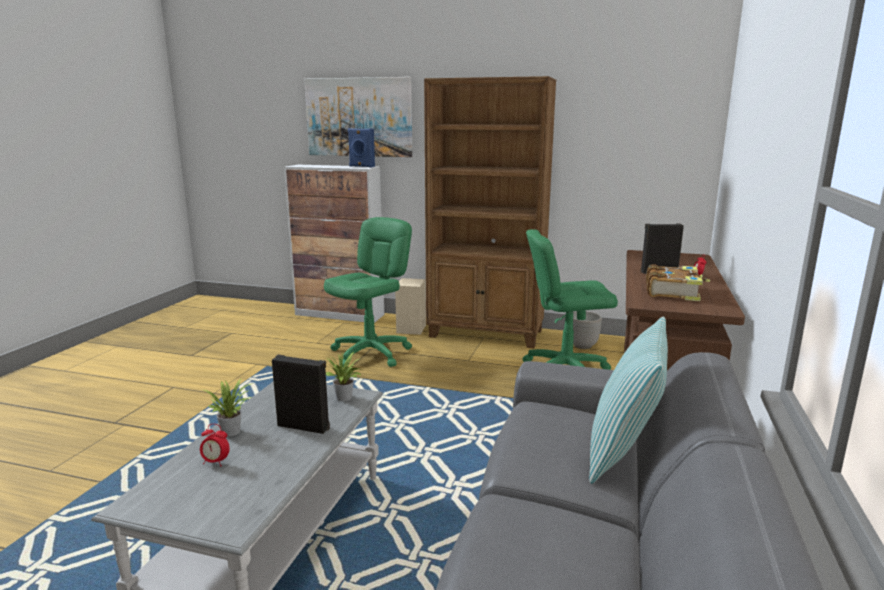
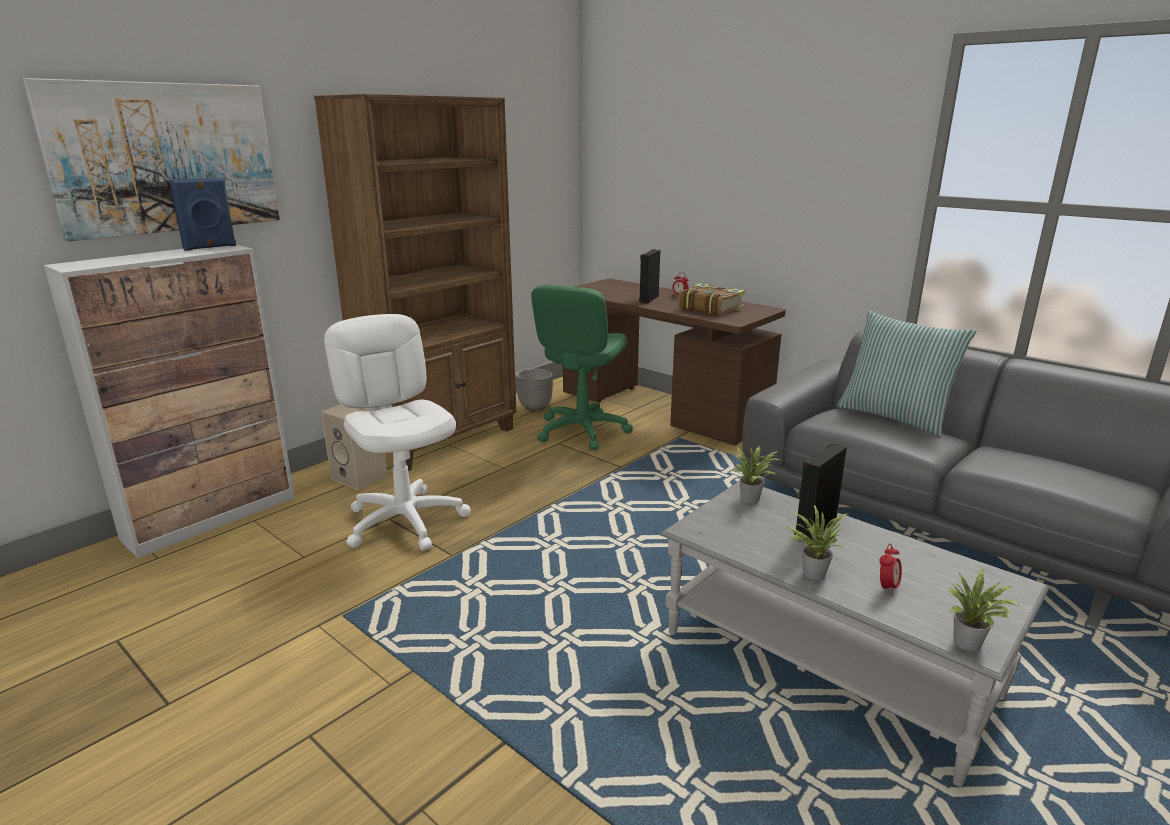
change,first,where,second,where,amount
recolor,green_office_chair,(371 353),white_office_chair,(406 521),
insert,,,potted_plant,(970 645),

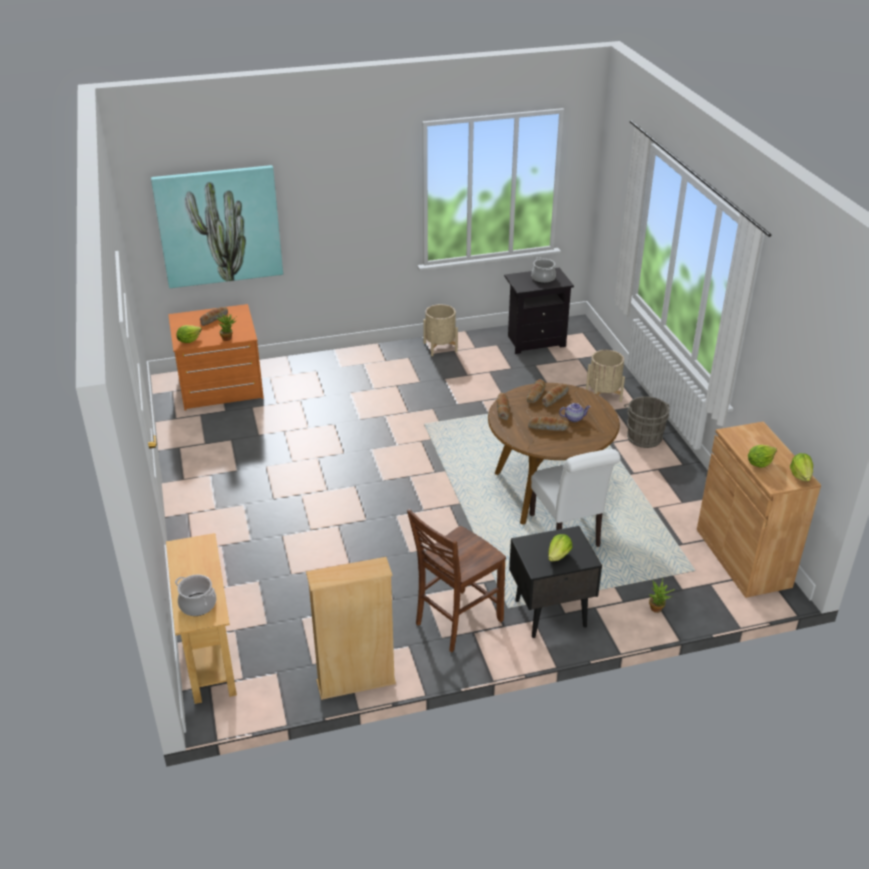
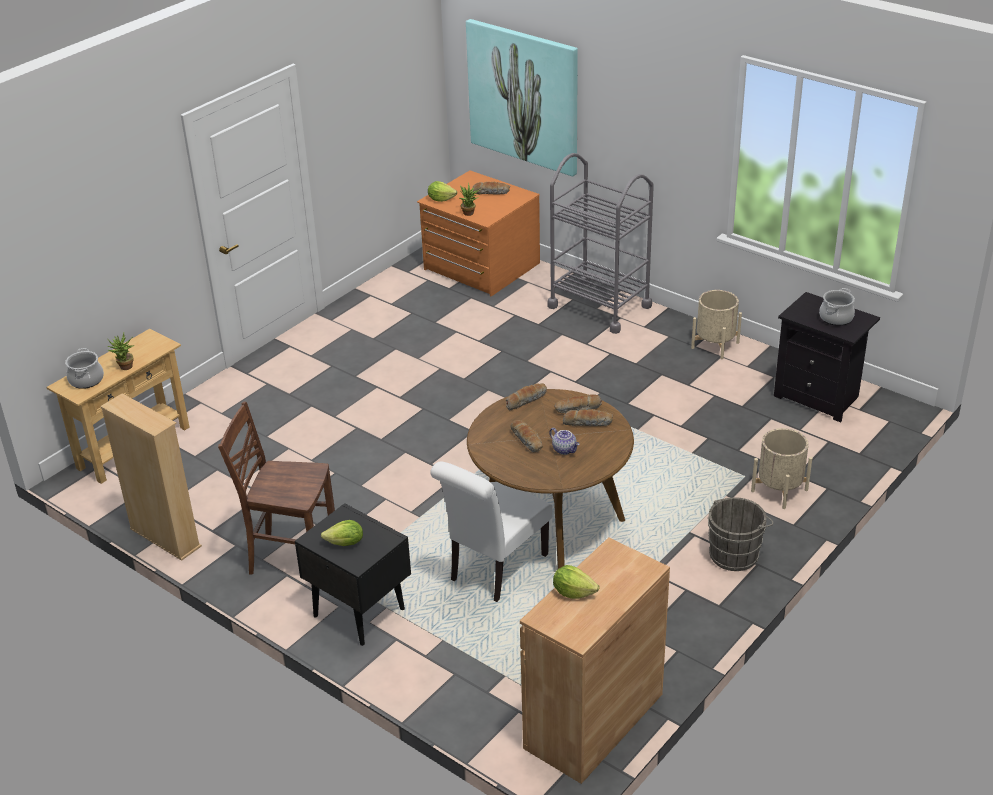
change,first,where,second,where,amount
move,potted_plant,(658 610),,(125 368),
delete,lettuce,(800 475),,,
insert,,,grey_cart,(599 306),

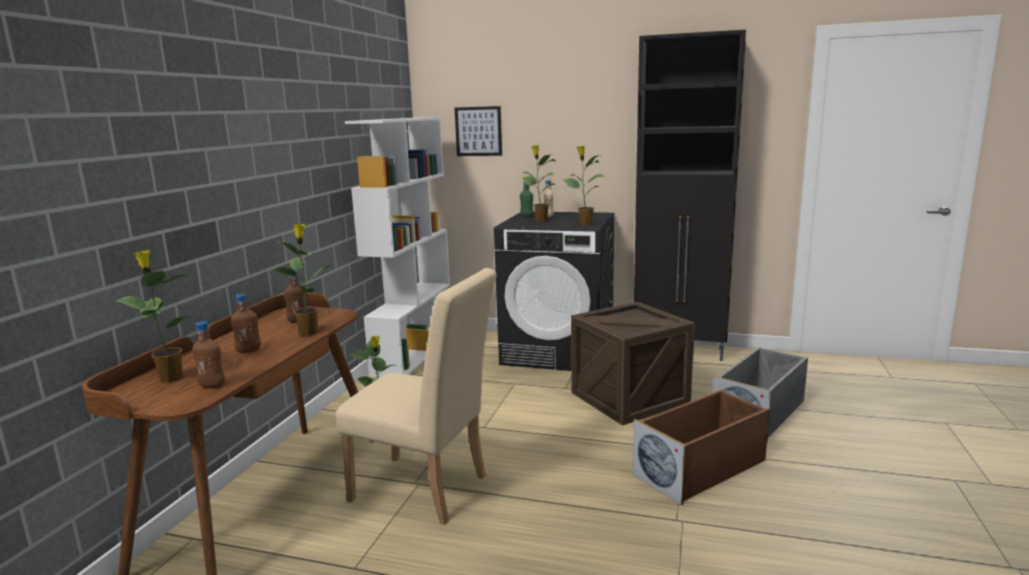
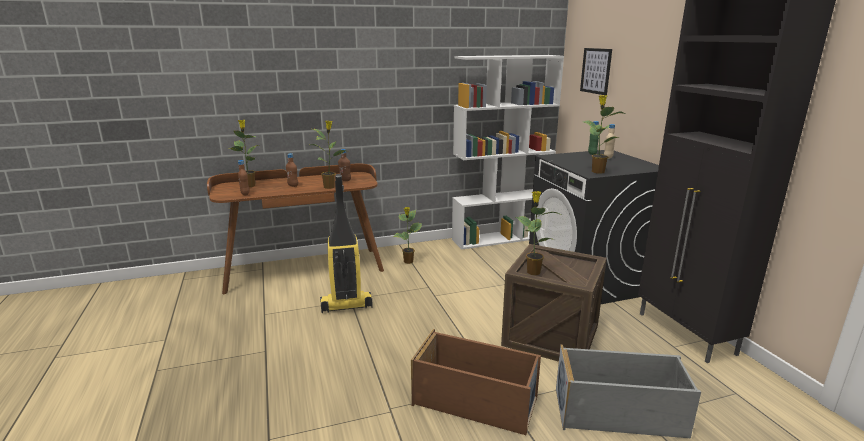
change,first,where,second,where,amount
replace,beige_chair,(427 490),vacuum_cleaner,(346 306),
move,potted_plant,(540 220),,(532 271),

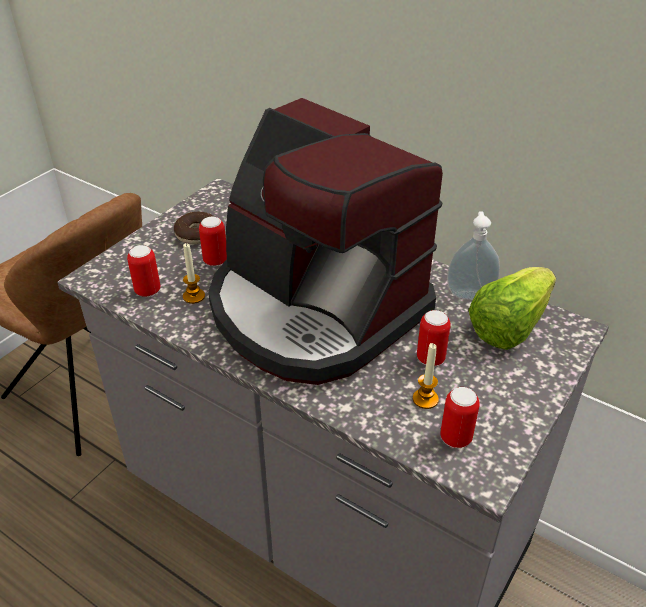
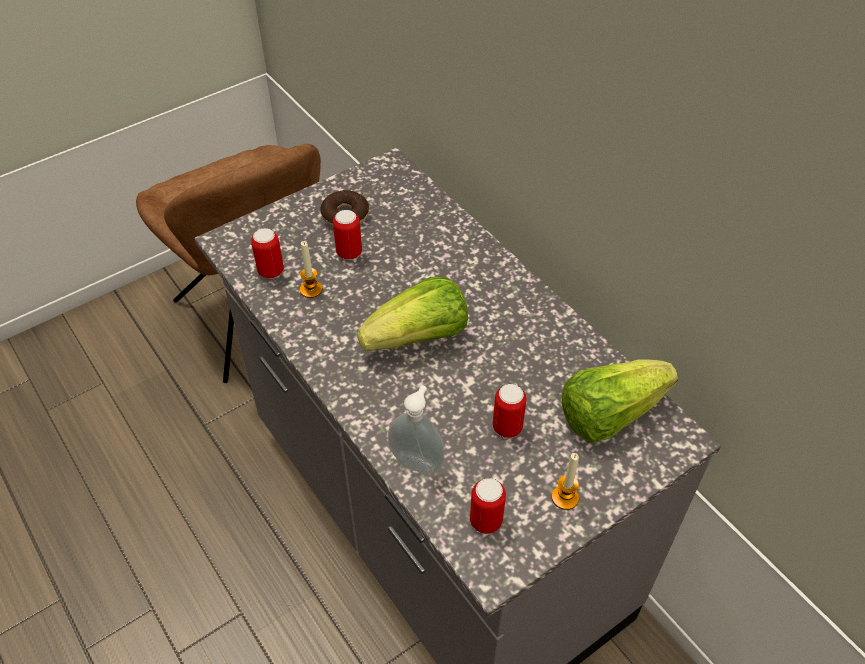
change,first,where,second,where,amount
replace,coffee_machine,(314 310),lettuce,(419 338),
move,candle,(425 399),,(565 497),
move,soap_dispenser,(469 294),,(417 461),

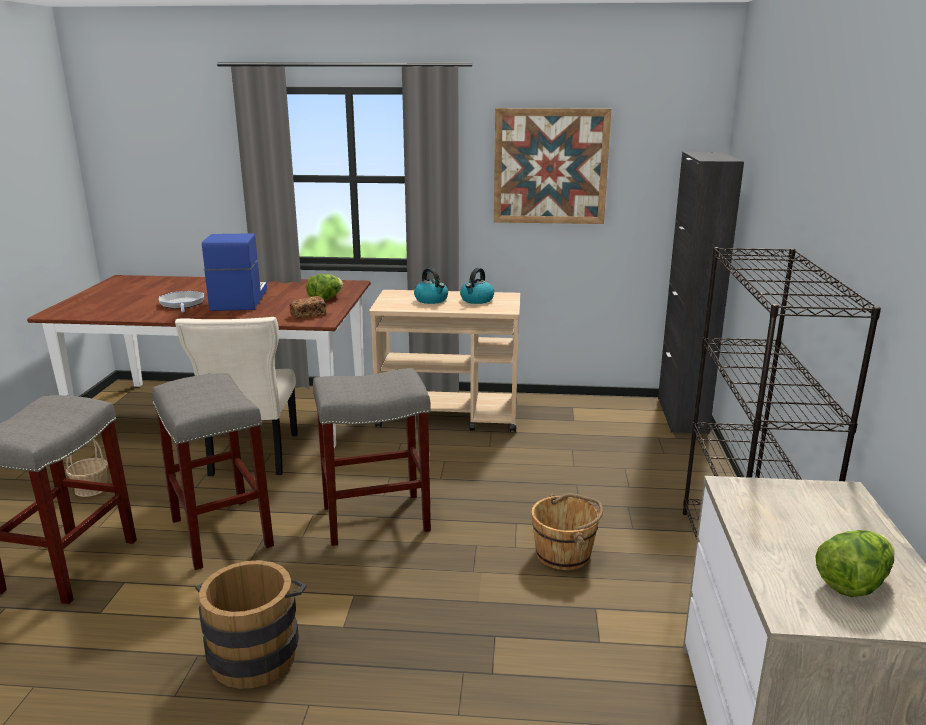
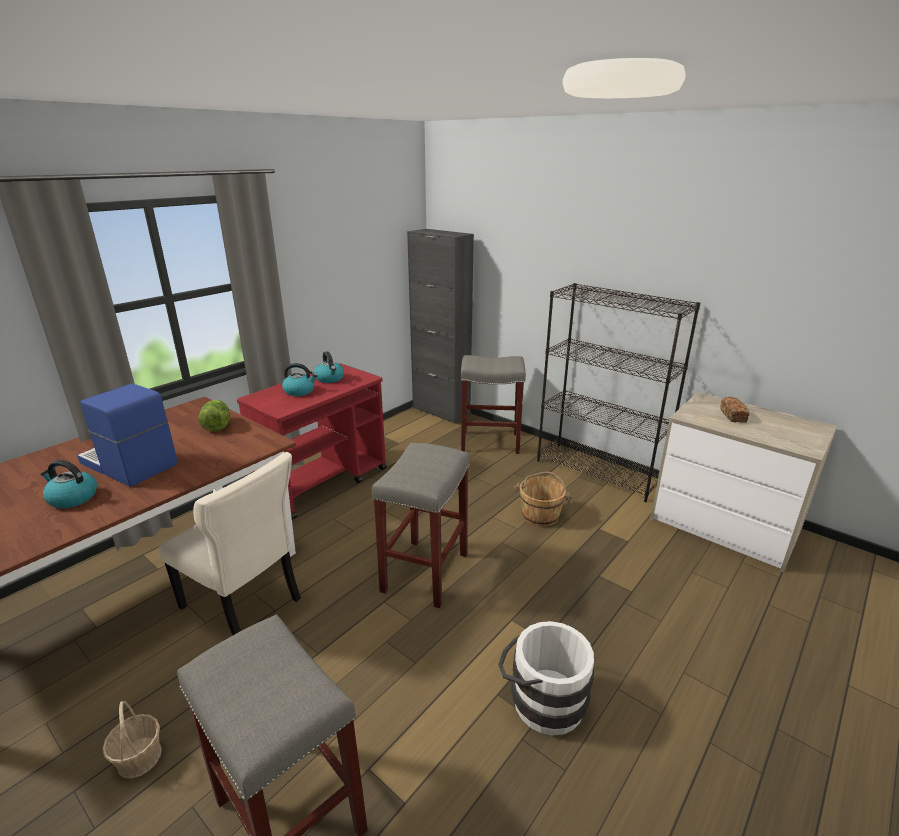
change,first,where,second,where,amount
move,grey_stool,(222 533),,(491 442),
replace,frying_pan,(182 304),kettle,(72 498),
recolor,brown_bucket,(256 651),white_bucket,(541 698),
move,bread,(308 315),,(733 416),
recolor,beige_cart,(449 415),red_cart,(324 482),
delete,picture,(550 166),,,
delete,lettuce,(853 583),,,

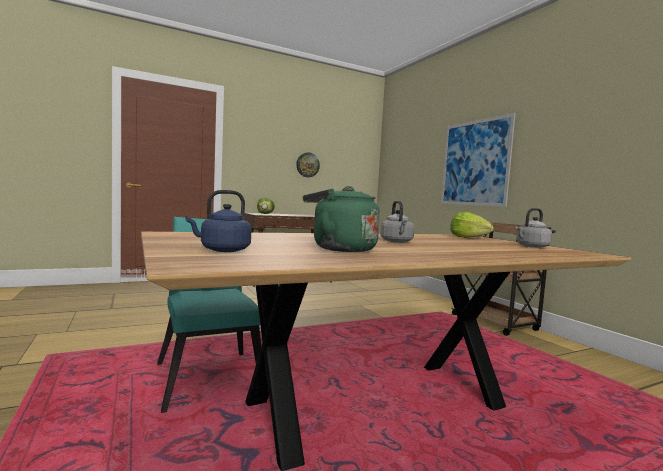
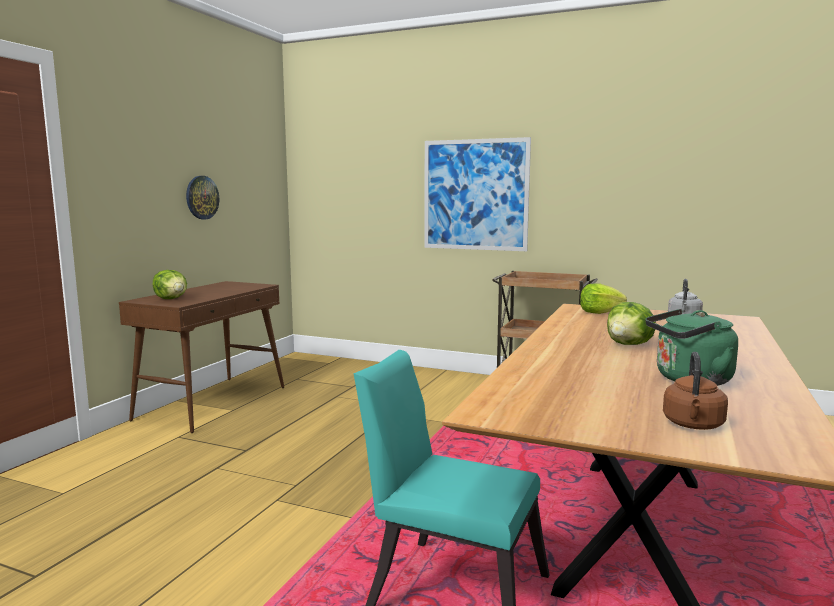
change,first,where,second,where,amount
recolor,blue_kettle,(222 250),brown_kettle,(693 425),
replace,grey_kettle,(397 242),lettuce,(629 345),

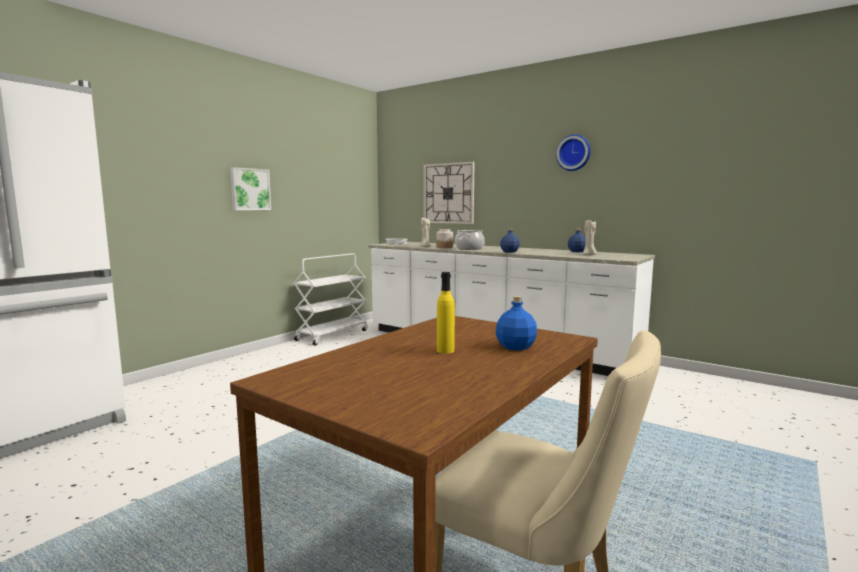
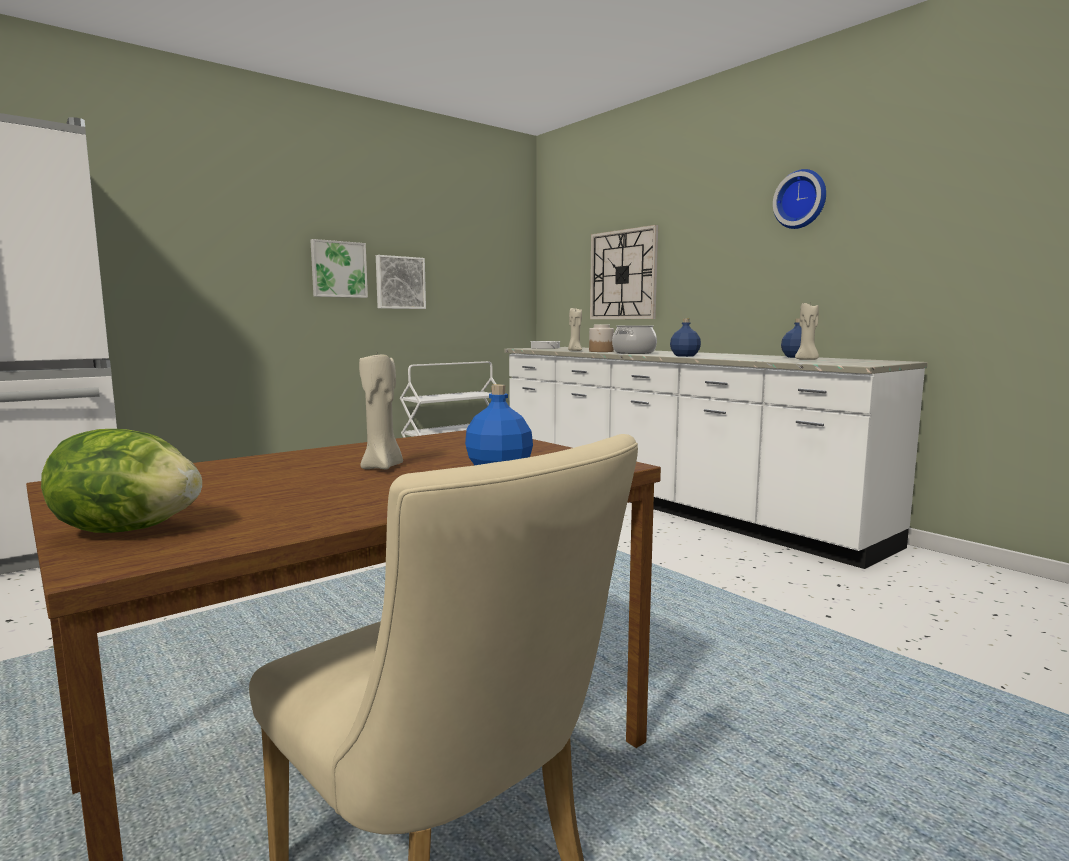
change,first,where,second,where,amount
replace,yellow_bottle,(445 350),beige_candle,(383 467),
insert,,,lettuce,(128 530),
insert,,,picture,(400 282),

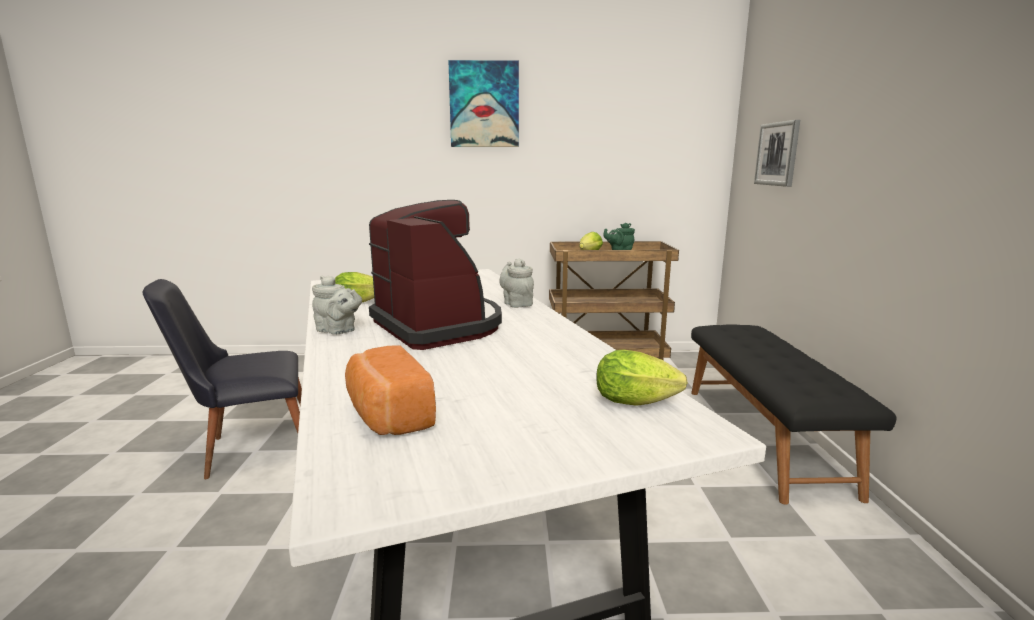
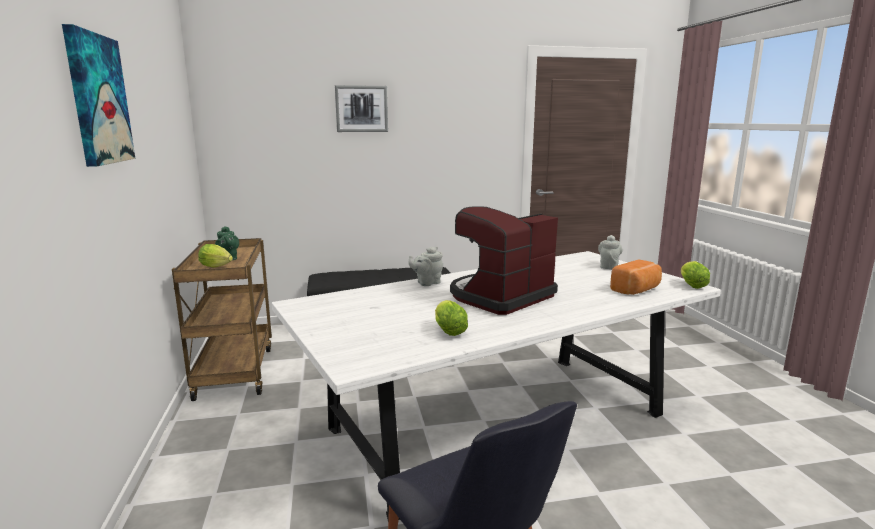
change,first,where,second,where,amount
move,grey_teapot,(338 331),,(608 266),
move,lettuce,(639 403),,(691 285),
move,picture,(777 154),,(361 109),

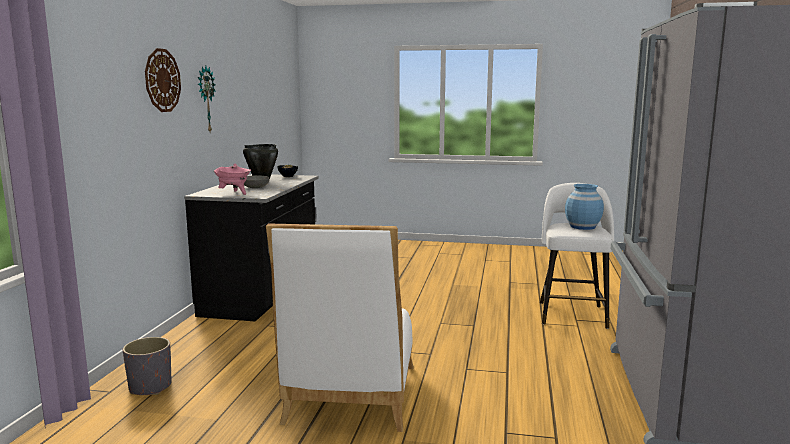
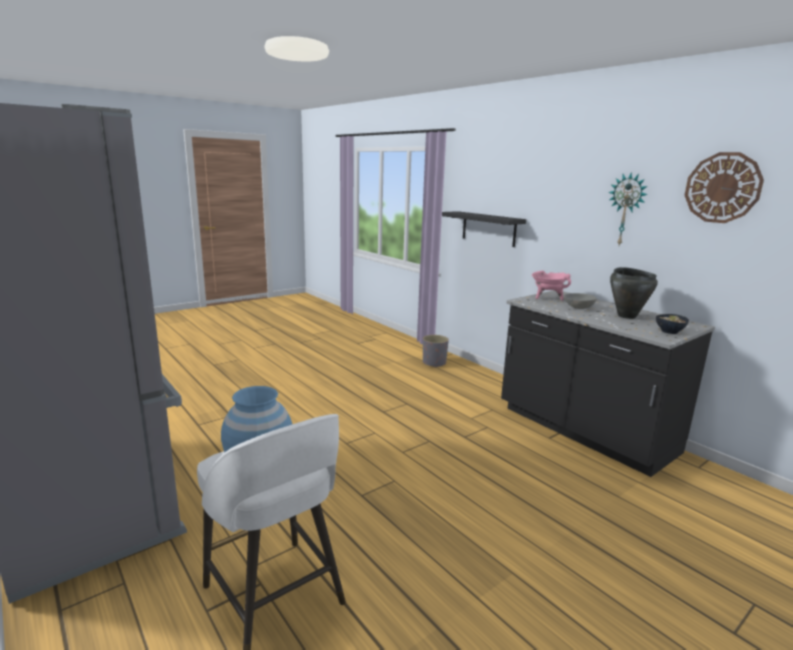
change,first,where,second,where,amount
move,wall_clock,(162 80),,(722 188),
delete,white_chair,(350 399),,,
insert,,,black_shelf,(488 228),

